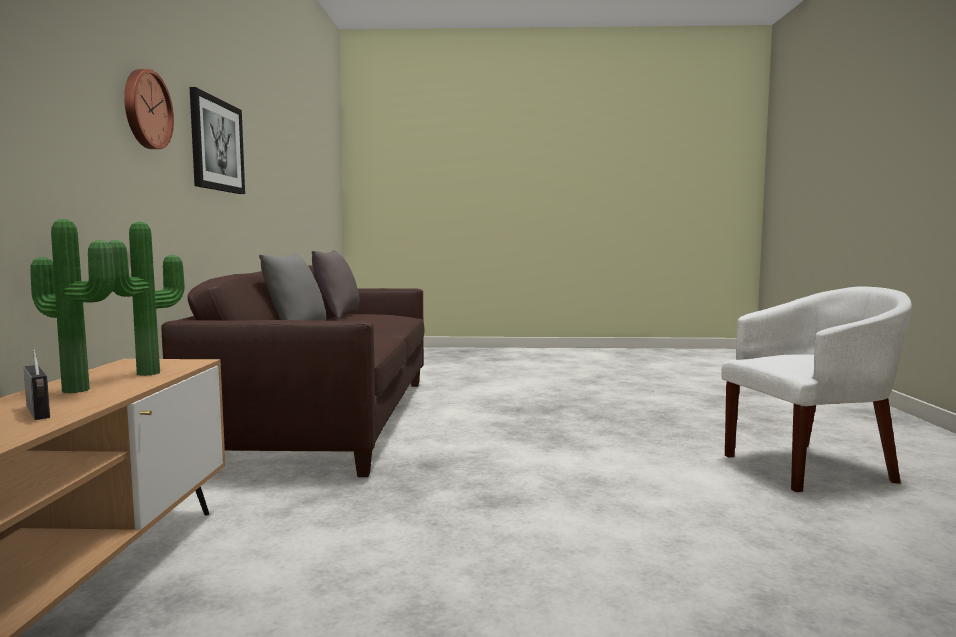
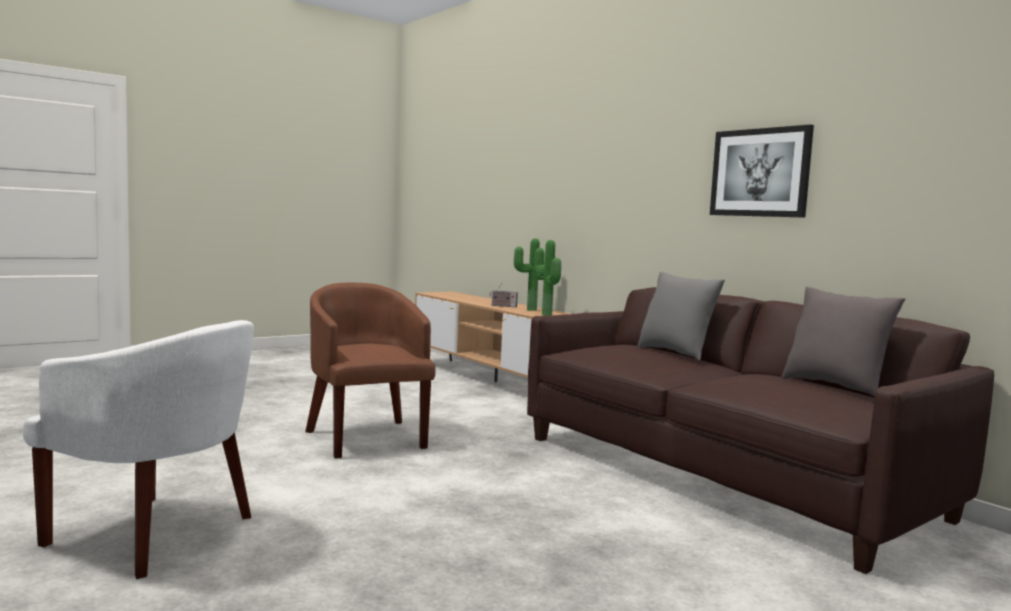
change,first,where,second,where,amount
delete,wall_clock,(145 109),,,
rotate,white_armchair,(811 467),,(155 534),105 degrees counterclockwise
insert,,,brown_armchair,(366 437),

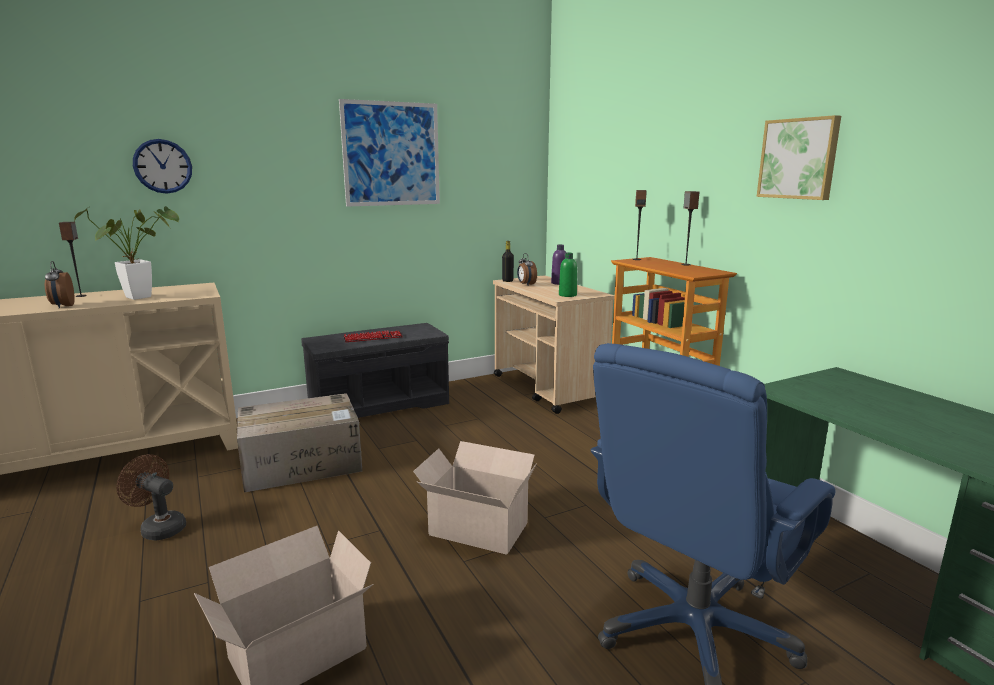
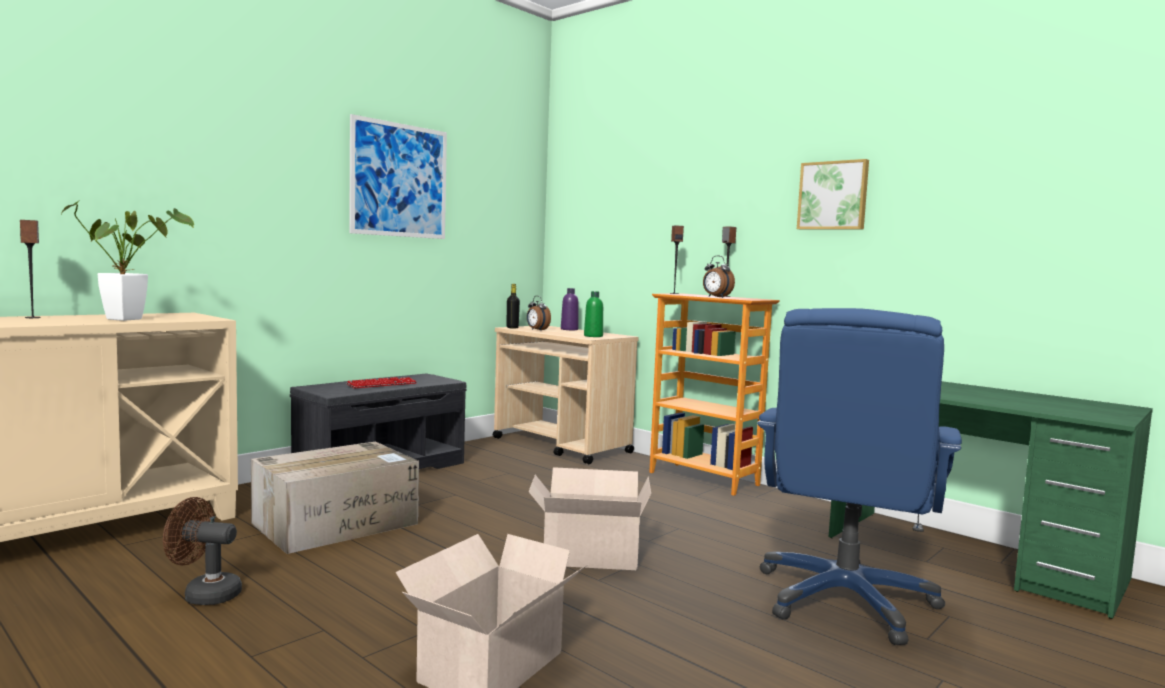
change,first,where,second,where,amount
move,alarm_clock,(62 306),,(716 297),
delete,wall_clock,(163 166),,,

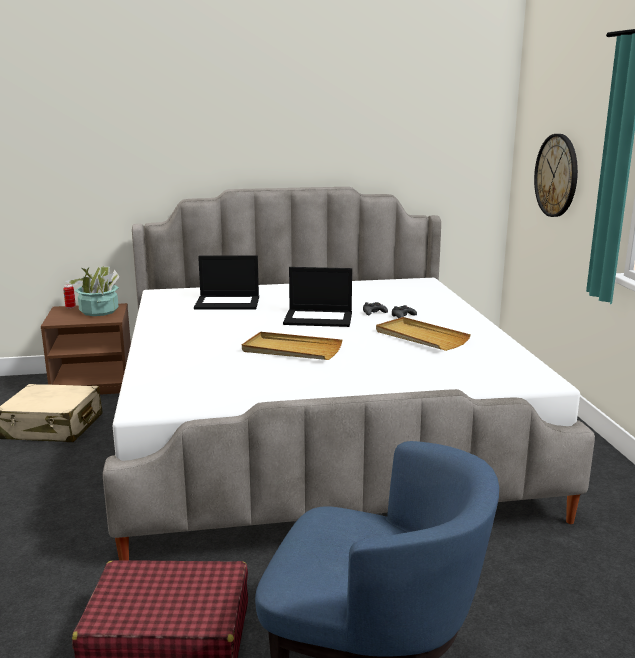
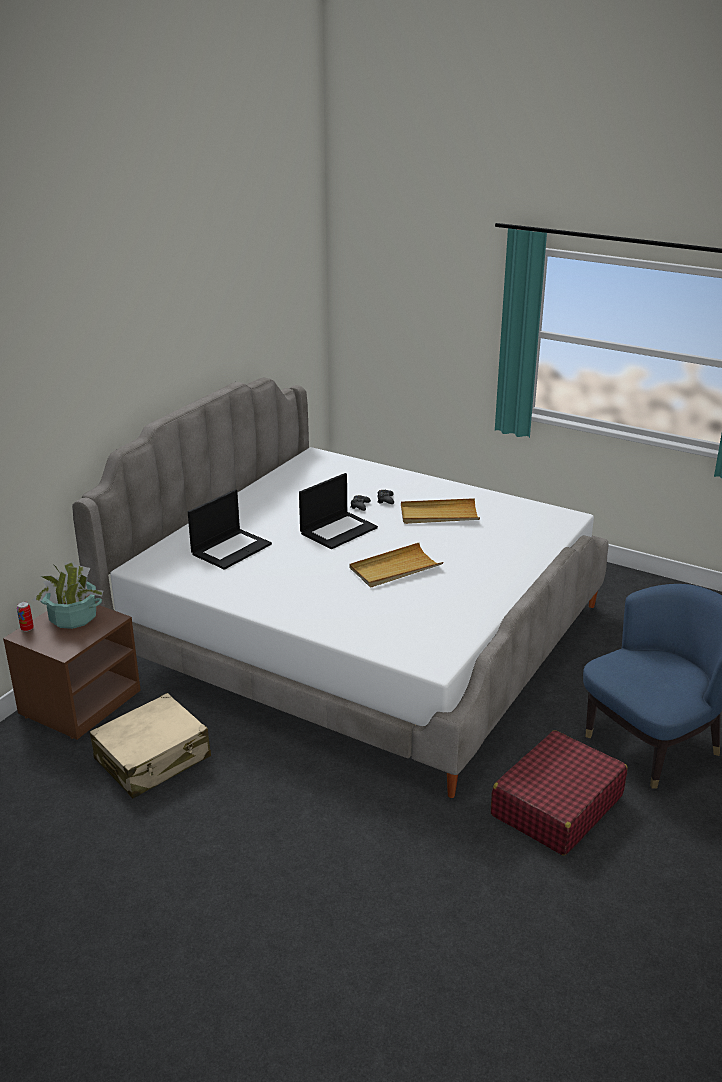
change,first,where,second,where,amount
delete,wall_clock,(556 175),,,

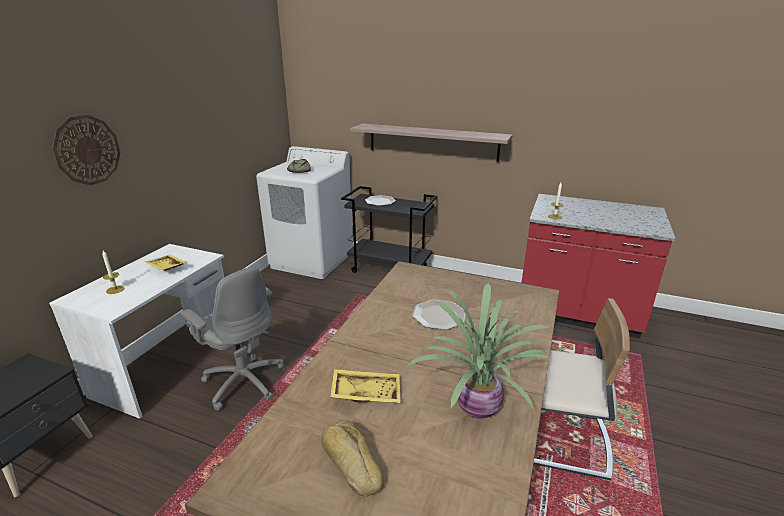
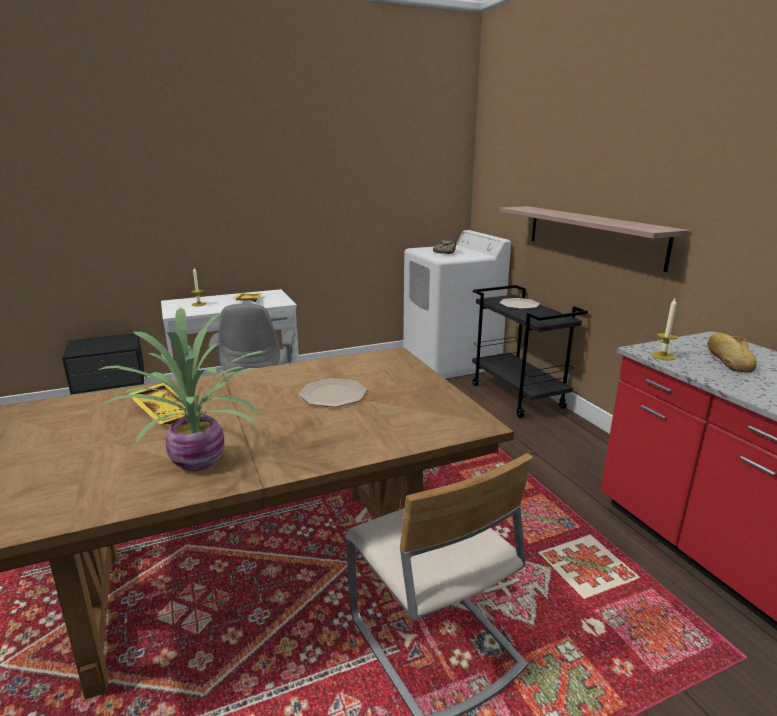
change,first,where,second,where,amount
delete,wall_clock,(87 150),,,
move,bread,(350 463),,(728 360),

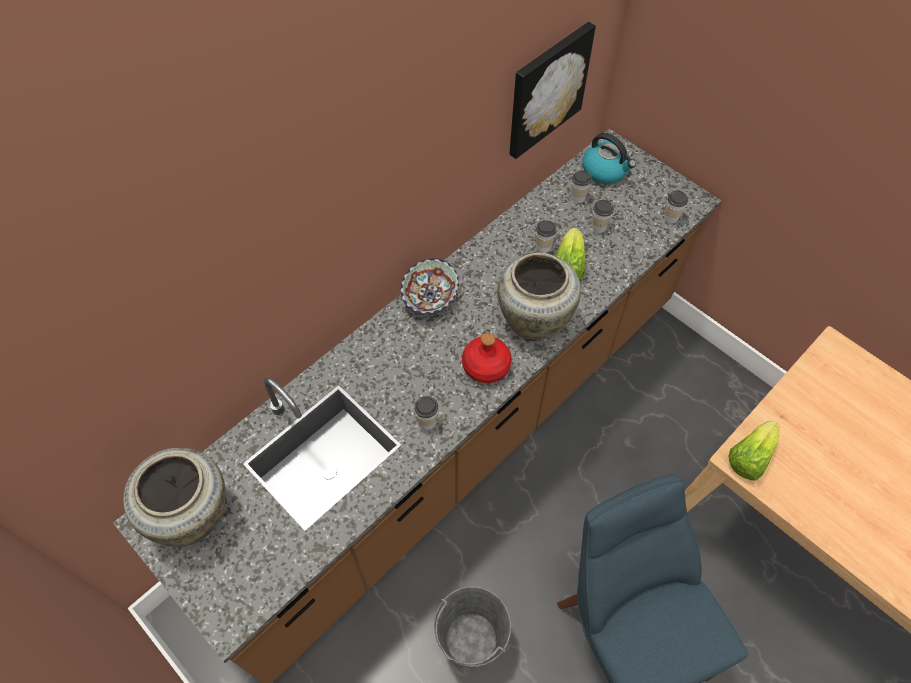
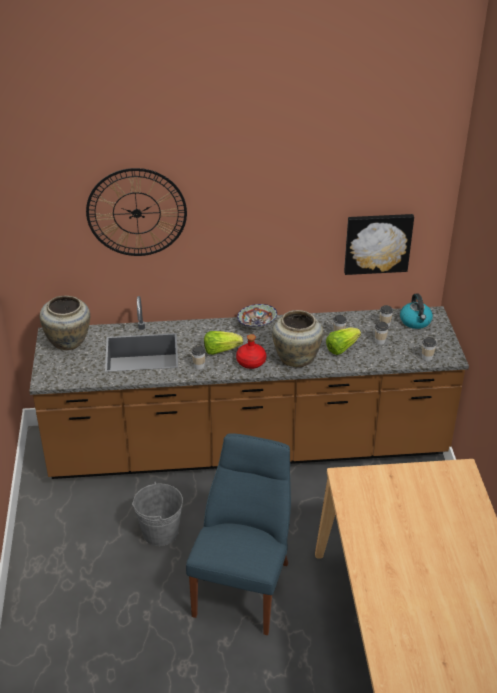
change,first,where,second,where,amount
move,lettuce,(749 457),,(221 350),
insert,,,wall_clock,(136 213),

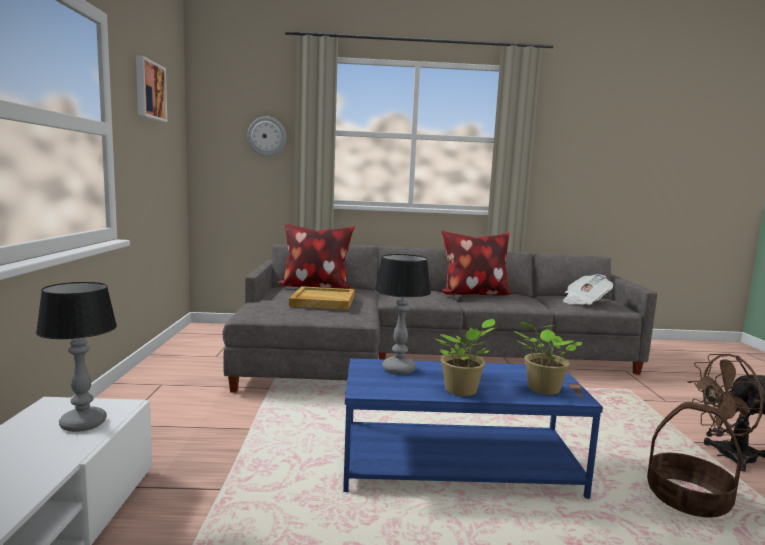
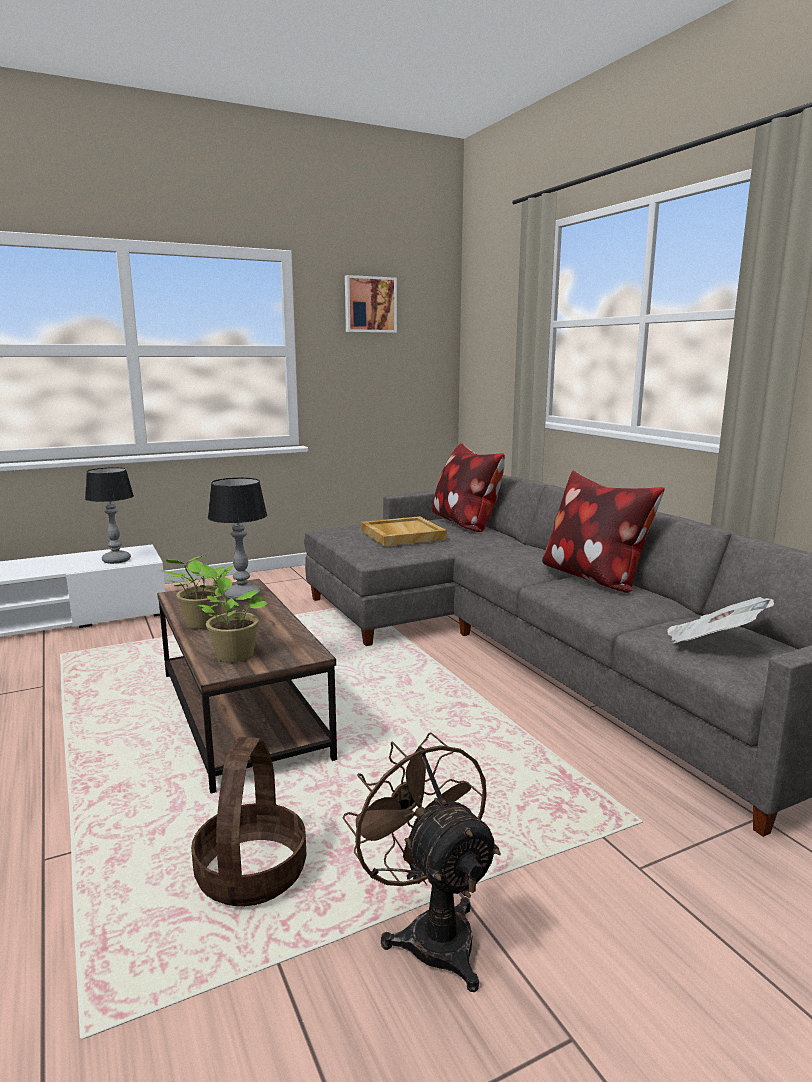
change,first,where,second,where,amount
delete,wall_clock,(267 136),,,
recolor,blue_coffee_table,(459 466),brown_coffee_table,(243 714),

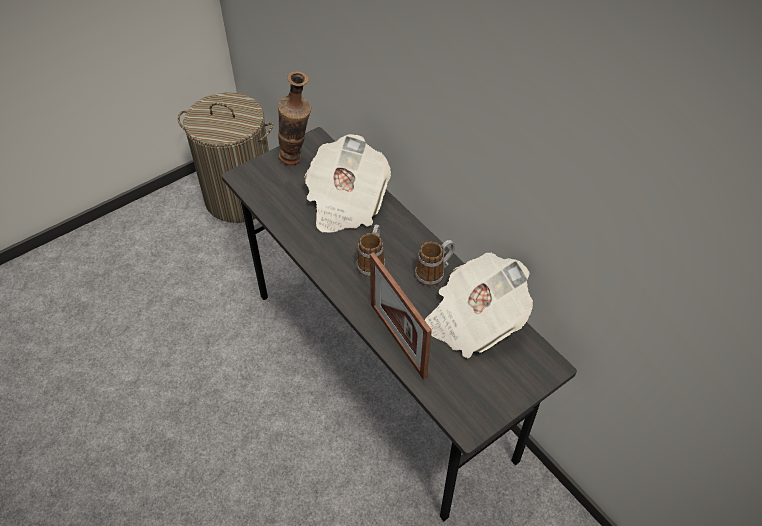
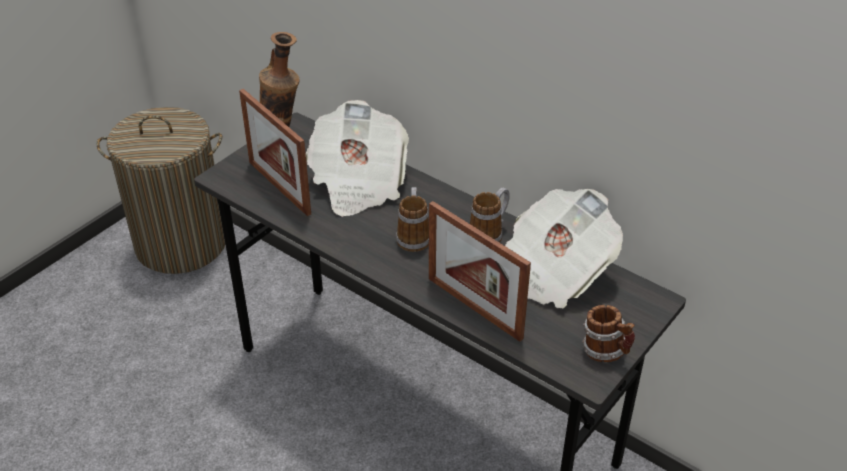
change,first,where,second,where,amount
insert,,,picture_frame,(279 187),
insert,,,mug,(606 352),

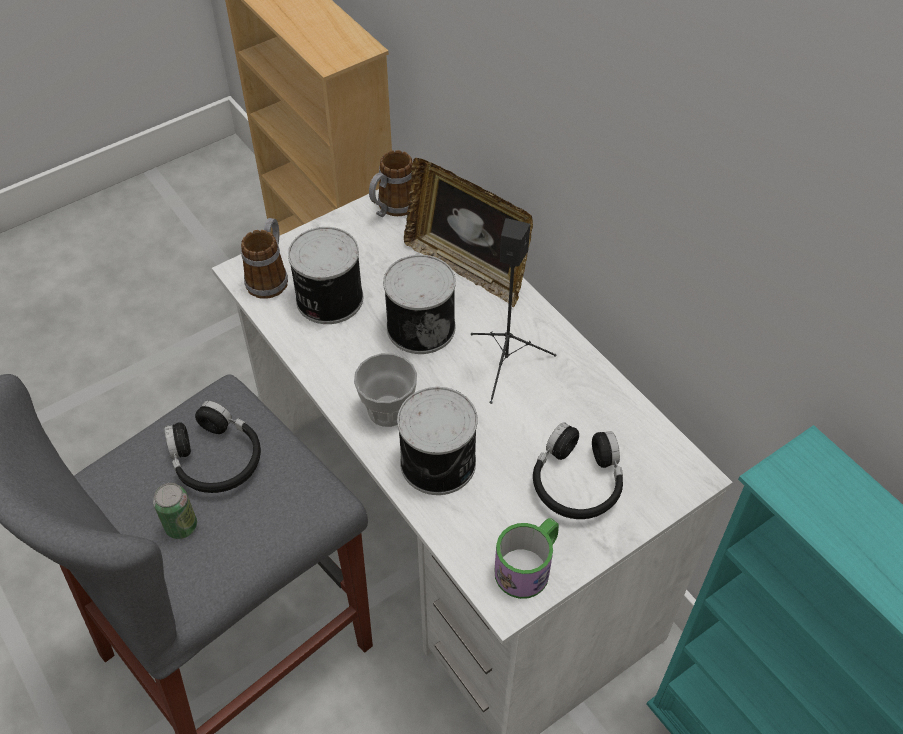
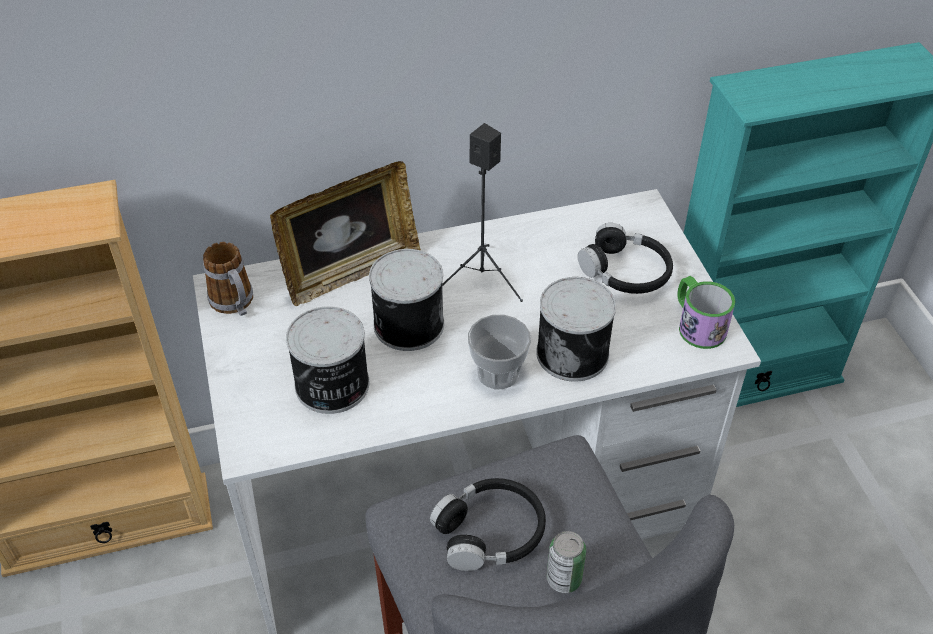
change,first,where,second,where,amount
delete,mug,(270 277),,,

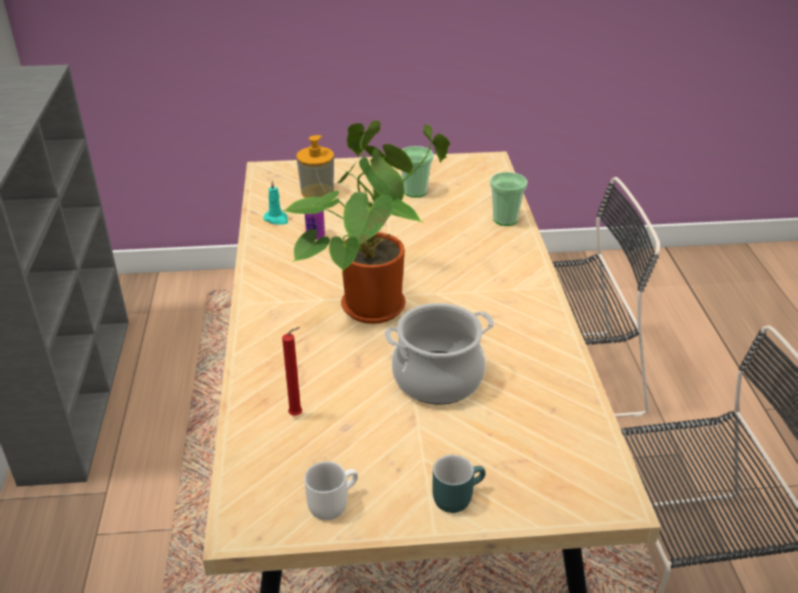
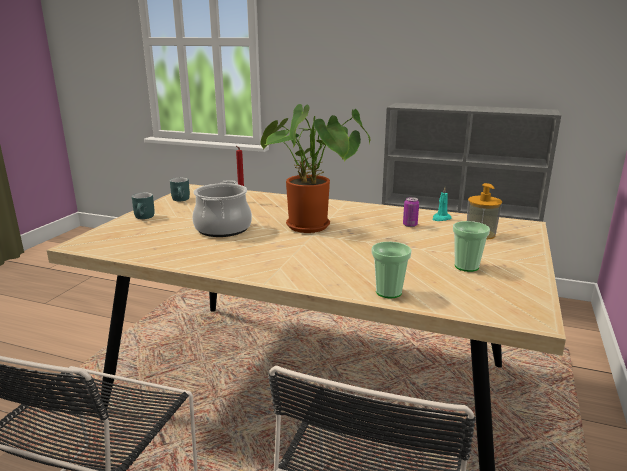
change,first,where,second,where,amount
recolor,white_mug,(331 501),turquoise_mug,(182 200),

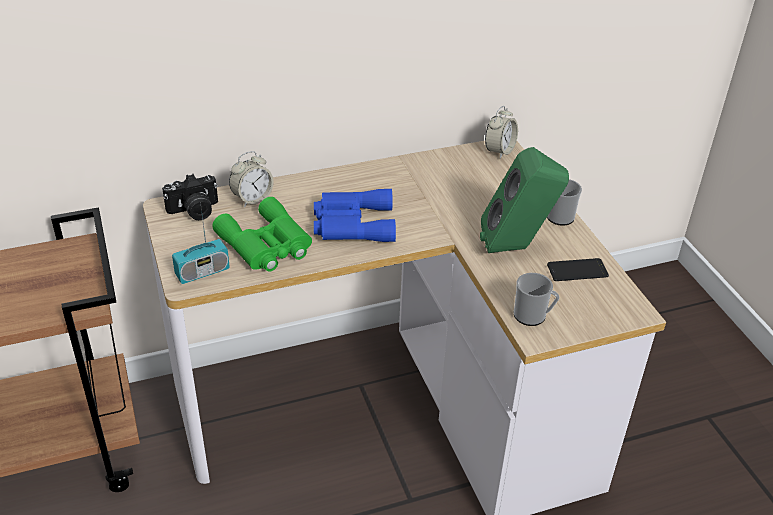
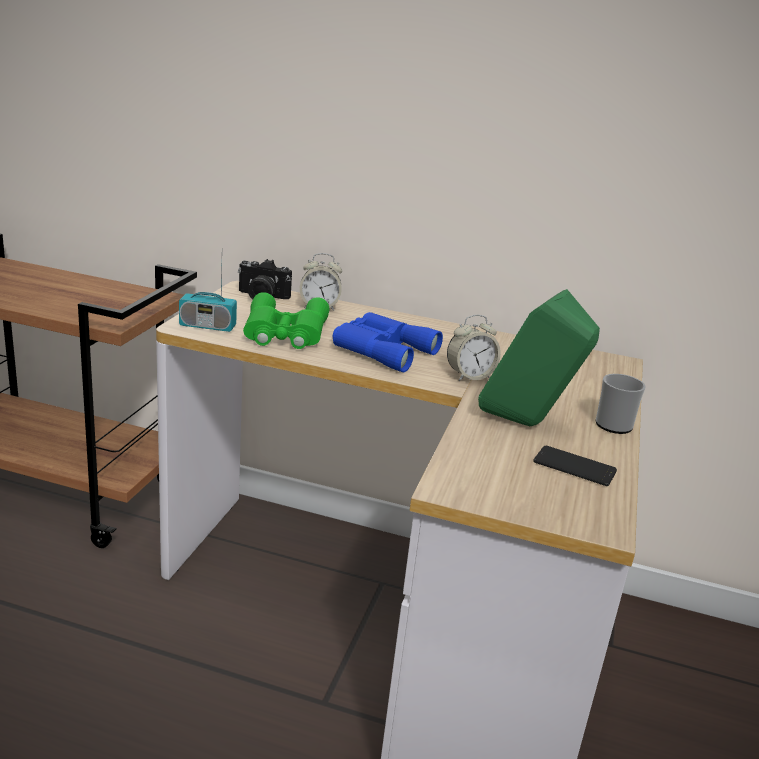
change,first,where,second,where,amount
move,alarm_clock,(499 151),,(469 376),
delete,mug,(533 316),,,

